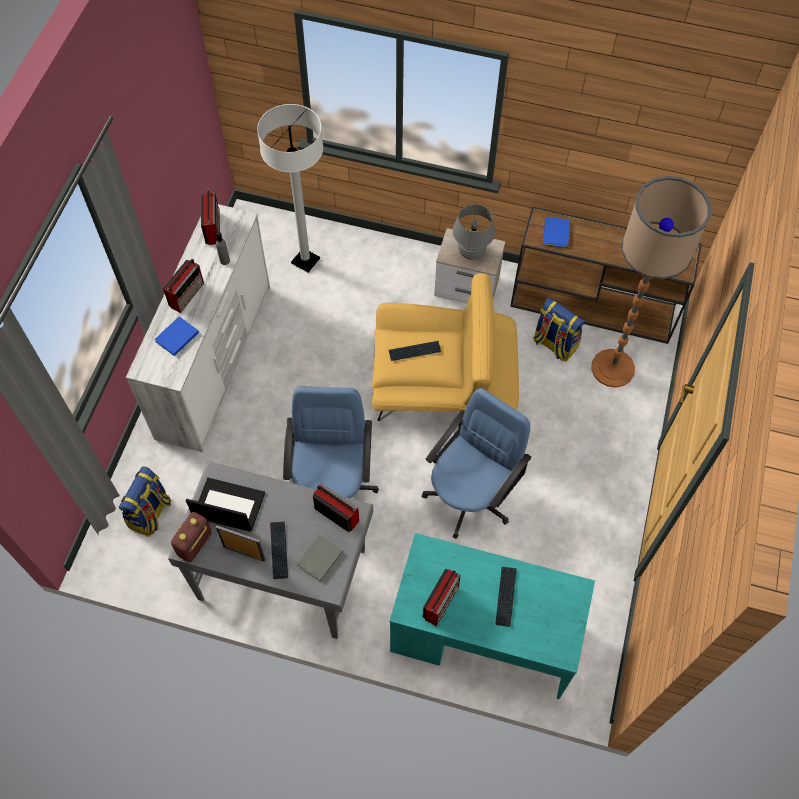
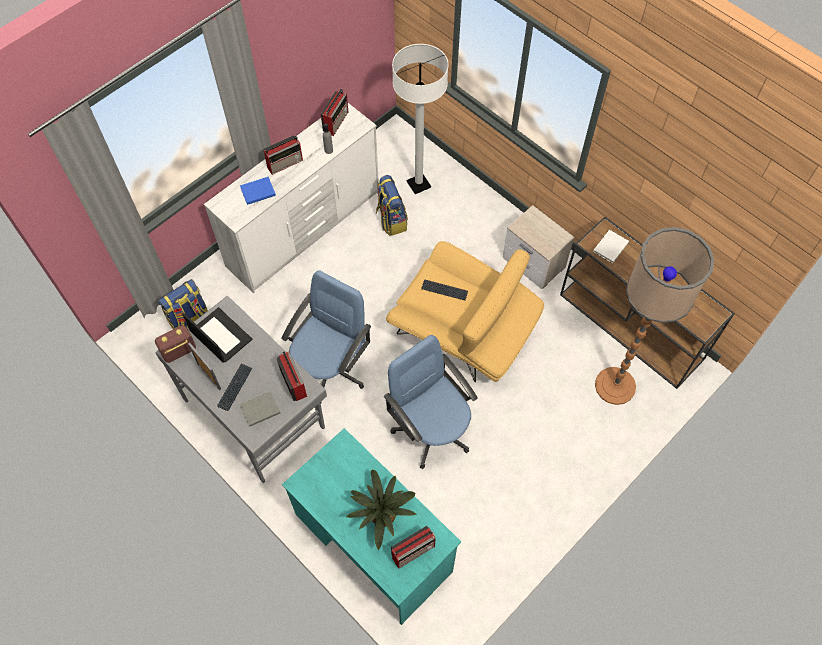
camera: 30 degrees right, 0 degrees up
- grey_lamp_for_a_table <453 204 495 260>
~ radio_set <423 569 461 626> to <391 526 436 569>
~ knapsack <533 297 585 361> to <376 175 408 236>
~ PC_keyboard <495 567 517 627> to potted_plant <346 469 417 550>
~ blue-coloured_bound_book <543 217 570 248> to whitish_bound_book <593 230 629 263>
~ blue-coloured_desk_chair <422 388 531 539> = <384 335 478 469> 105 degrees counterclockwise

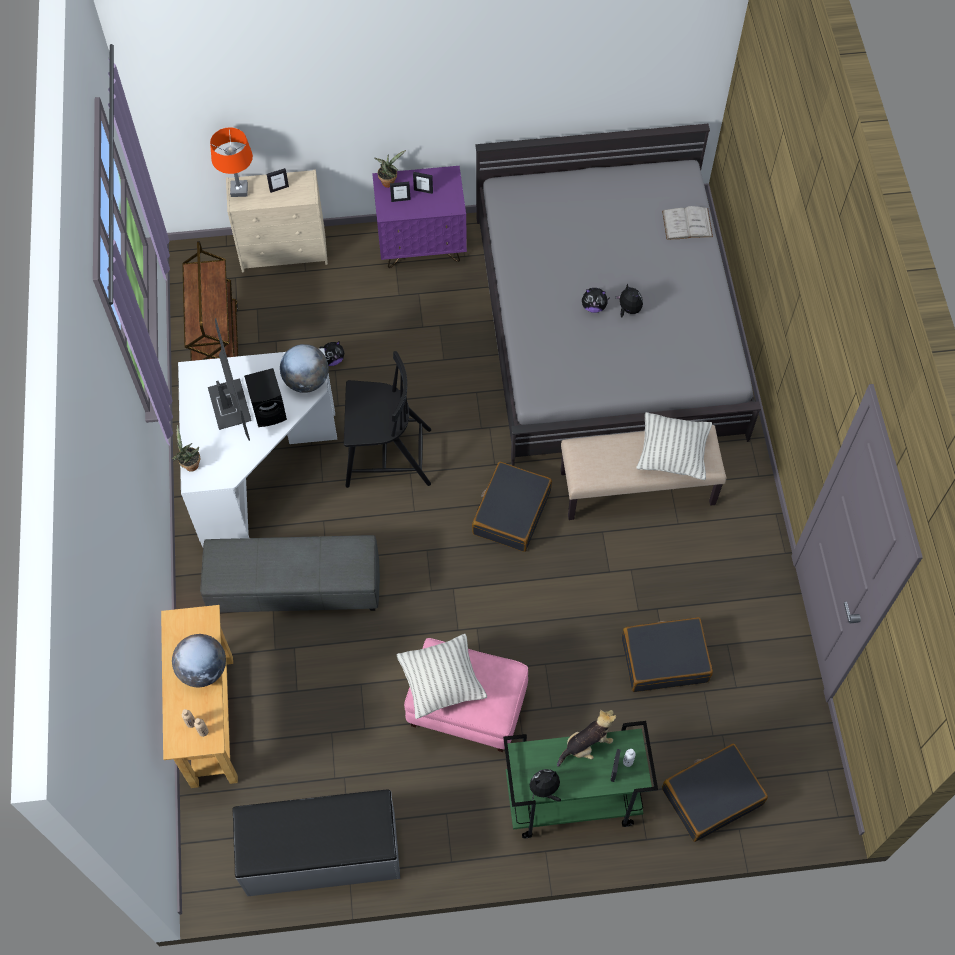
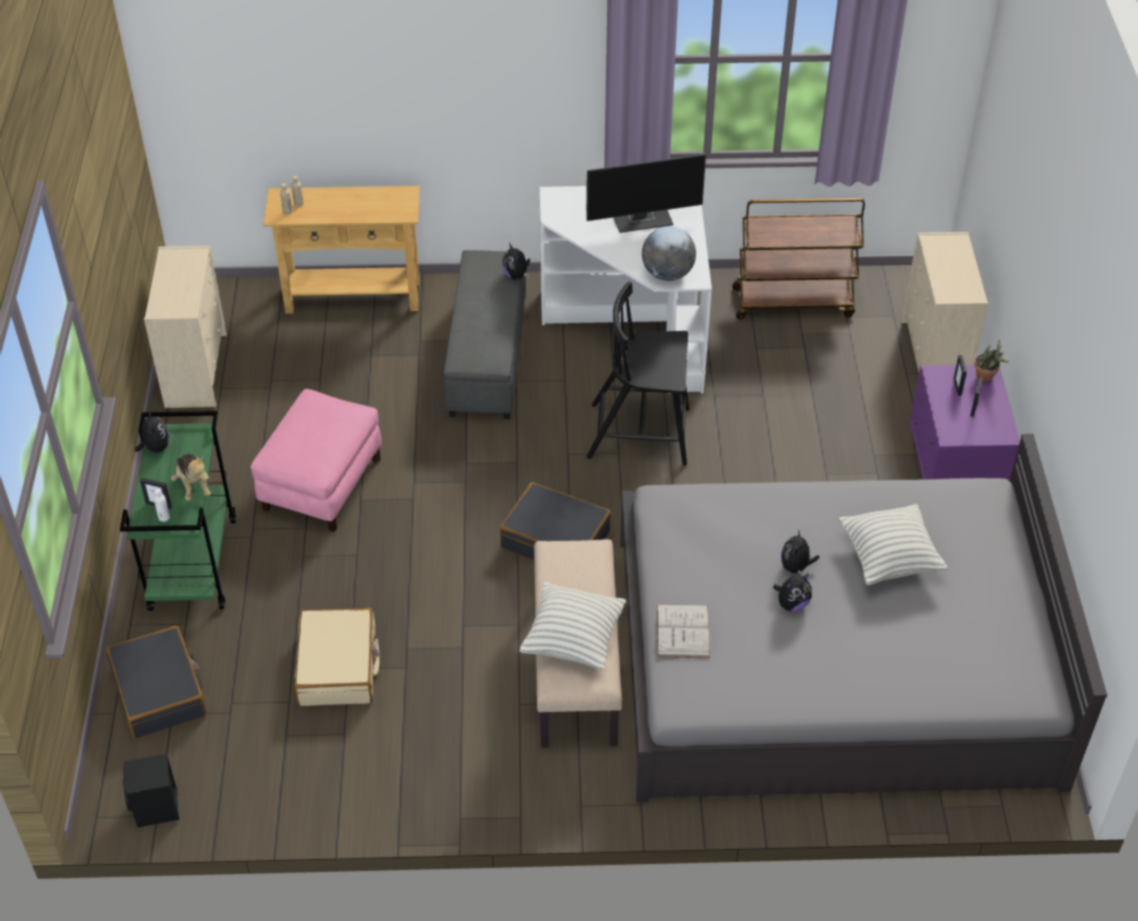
camera: 95 degrees right, 15 degrees down
- potted_plant <171 425 200 472>
- world_globe <172 634 226 687>
- orangey_lamp_for_a_table <210 127 253 197>
- picture_frame <267 168 289 193>
~ black_audio_speaker <244 368 287 427> to <122 754 180 827>
~ plush_toy <320 341 344 366> to <502 243 530 280>
~ throw_pillow <396 634 487 719> to <839 504 948 585>
~ whitish_bound_book <662 206 713 240> to <657 604 710 658>
~ grey_long_seat <232 789 400 896> to sand-coloured_chest_of_drawers <144 246 227 408>
~ black_travel_case <621 617 713 692> to sand-coloured_travel_case <294 608 380 706>
~ black_chair <344 351 431 488> = <586 281 690 465> 90 degrees clockwise

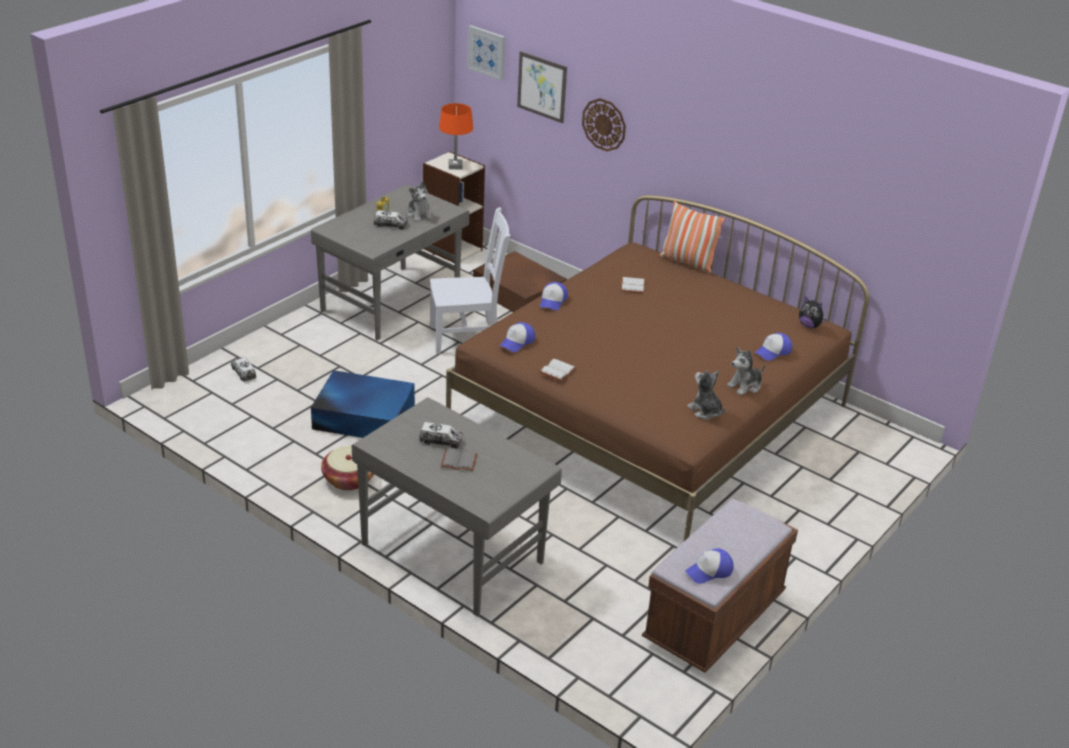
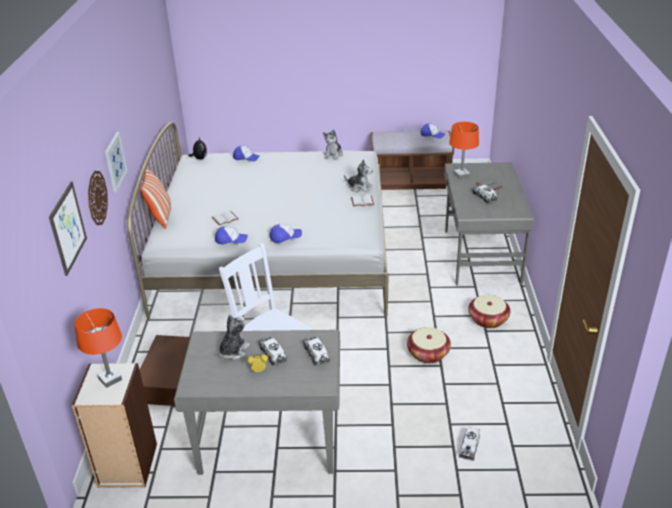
camera: 125 degrees left, 0 degrees up
+ toy_lorry <303 337 330 366>
+ orangey_lamp_for_a_table <449 122 479 179>
~ wall_art <468 25 505 81> to <105 132 128 192>
~ cap <500 322 535 352> to <215 226 248 244>
~ plush_toy <727 347 765 395> to <344 159 373 193>
~ blue-coloured_storage_container <311 370 415 438> to household_basket <407 327 451 363>
~ brown-coloured_bed <446 195 869 541> to whitish_bed <127 122 388 320>

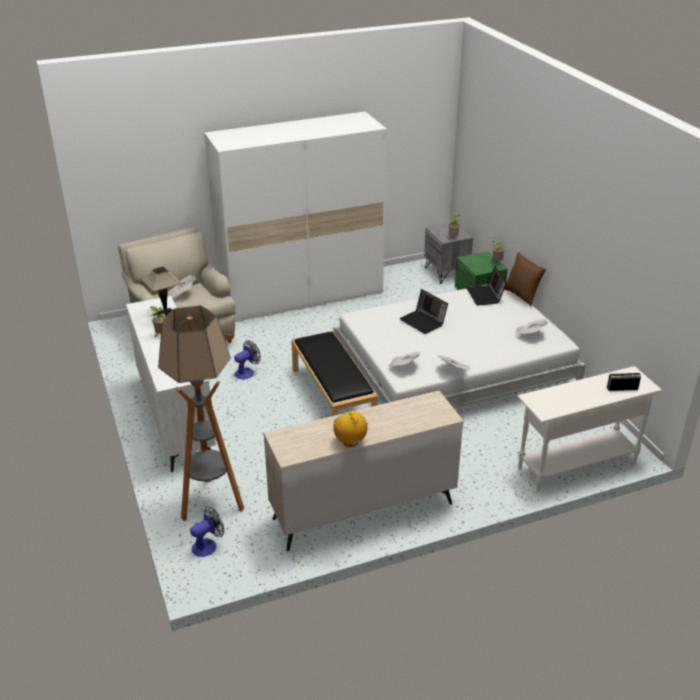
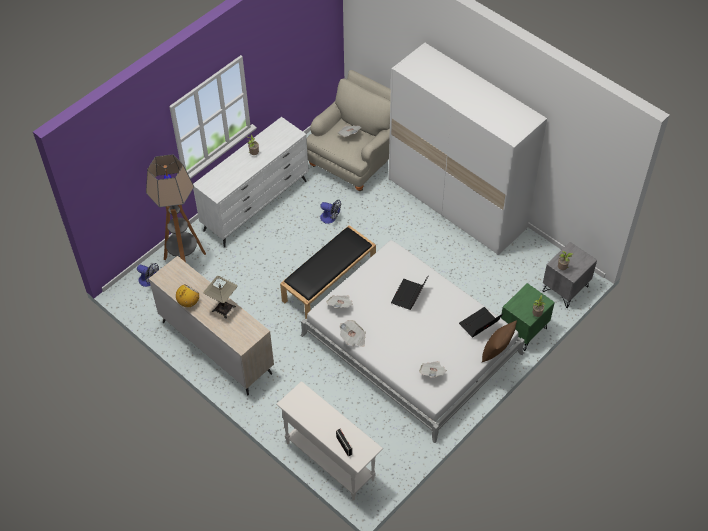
camera: 65 degrees right, 20 degrees up
~ lamp_for_a_table <142 267 181 317> to <203 276 237 319>

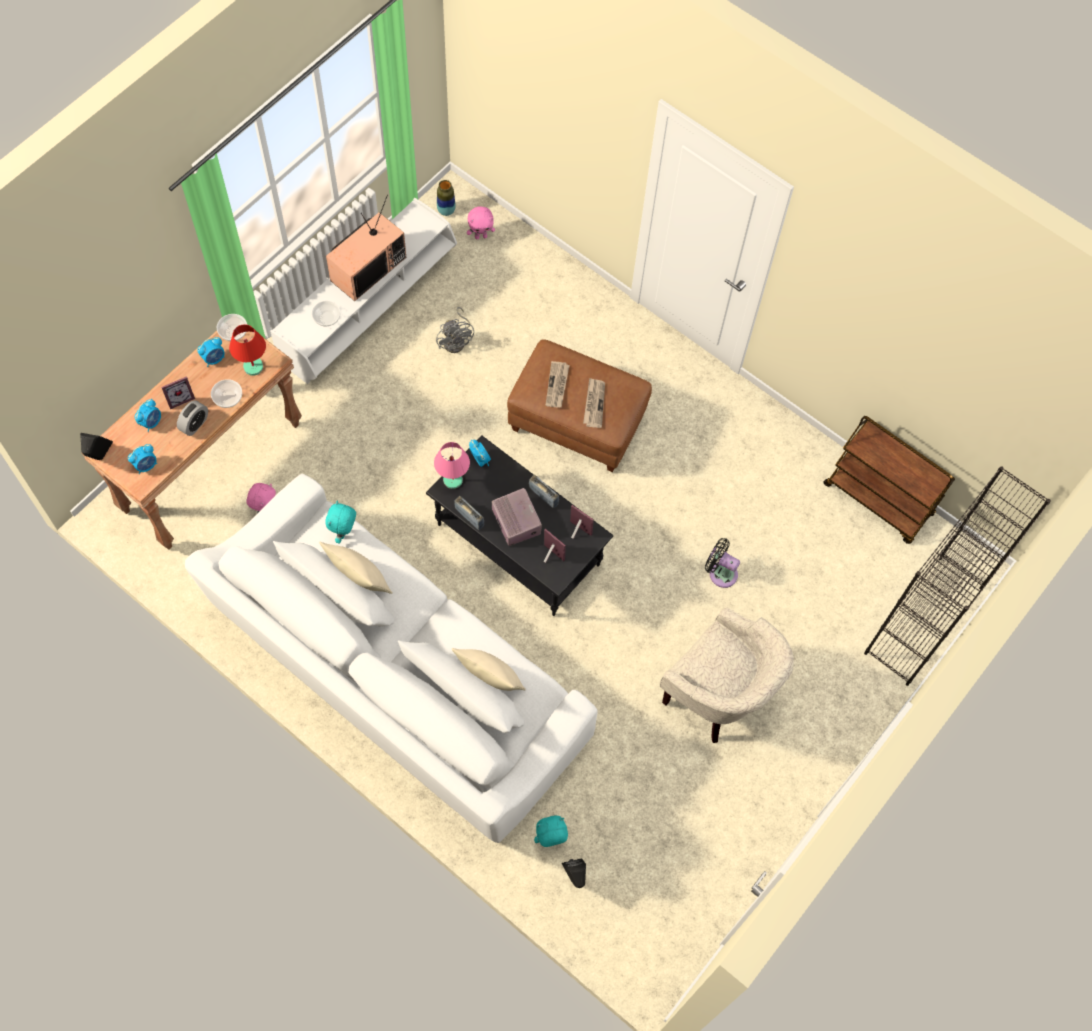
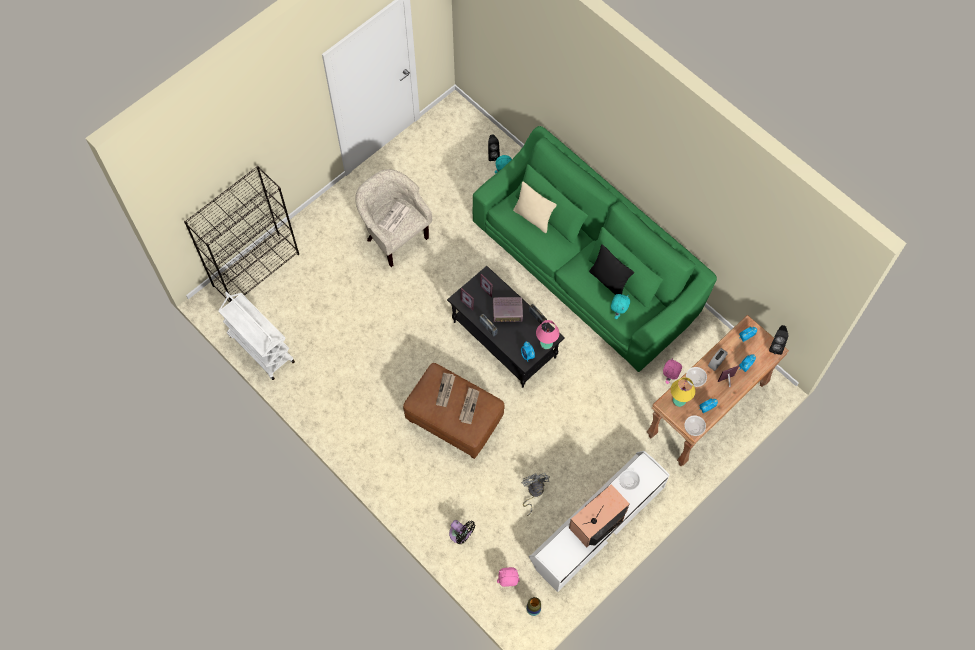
camera: 170 degrees left, 0 degrees up
+ daily_paper <379 201 410 233>
~ black_cooling_fan <705 538 740 588> to <449 520 475 544>
~ whitish_settee <185 474 598 843> to green-coloured_settee <473 126 717 372>
~ reddish_lamp_for_a_table <229 324 266 376> to yellowish_lamp_for_a_table <671 377 696 407>
~ sand-coloured_throw_pillow <319 542 393 594> to black_throw_pillow <589 244 634 295>
~ brown-coloured_trolley <824 416 955 544> to whitish_trolley <218 292 295 380>
~ radio_set <492 488 542 546> = <493 297 523 322> 75 degrees counterclockwise

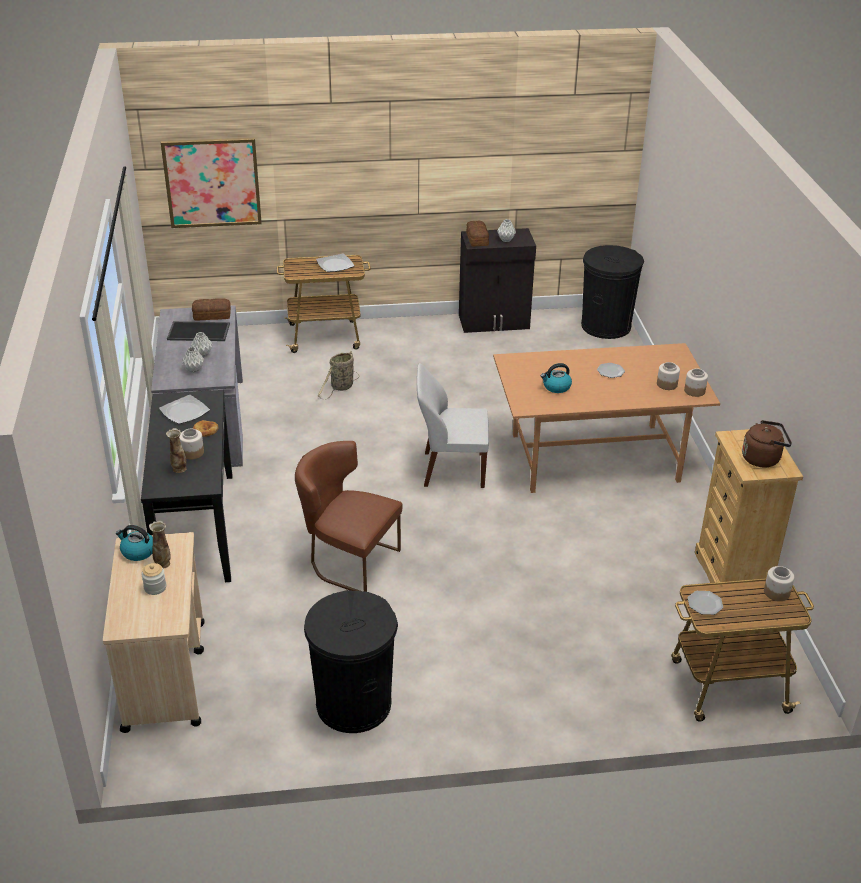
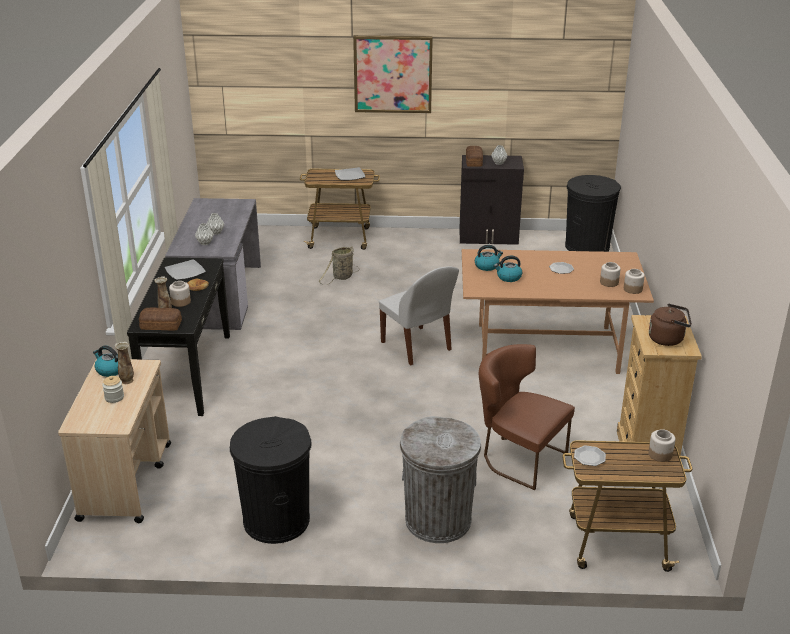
camera: 10 degrees right, 5 degrees down
- carrying_tray <167 321 230 341>
+ grey_rubbish_bin <400 416 481 543>
+ kettle <475 245 503 271>
~ wall_art <161 138 262 228> to <353 35 433 113>
~ bread <192 298 231 321> to <139 308 182 330>
~ brown-coloured_chair <295 441 403 592> to <479 344 575 490>
~ whitish_chair <417 363 489 488> = <379 266 459 365> 135 degrees counterclockwise

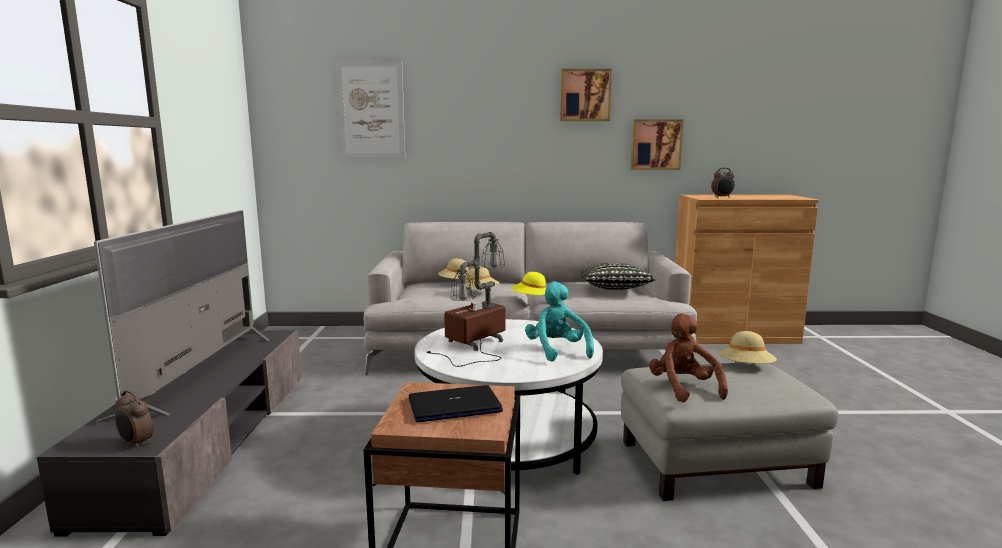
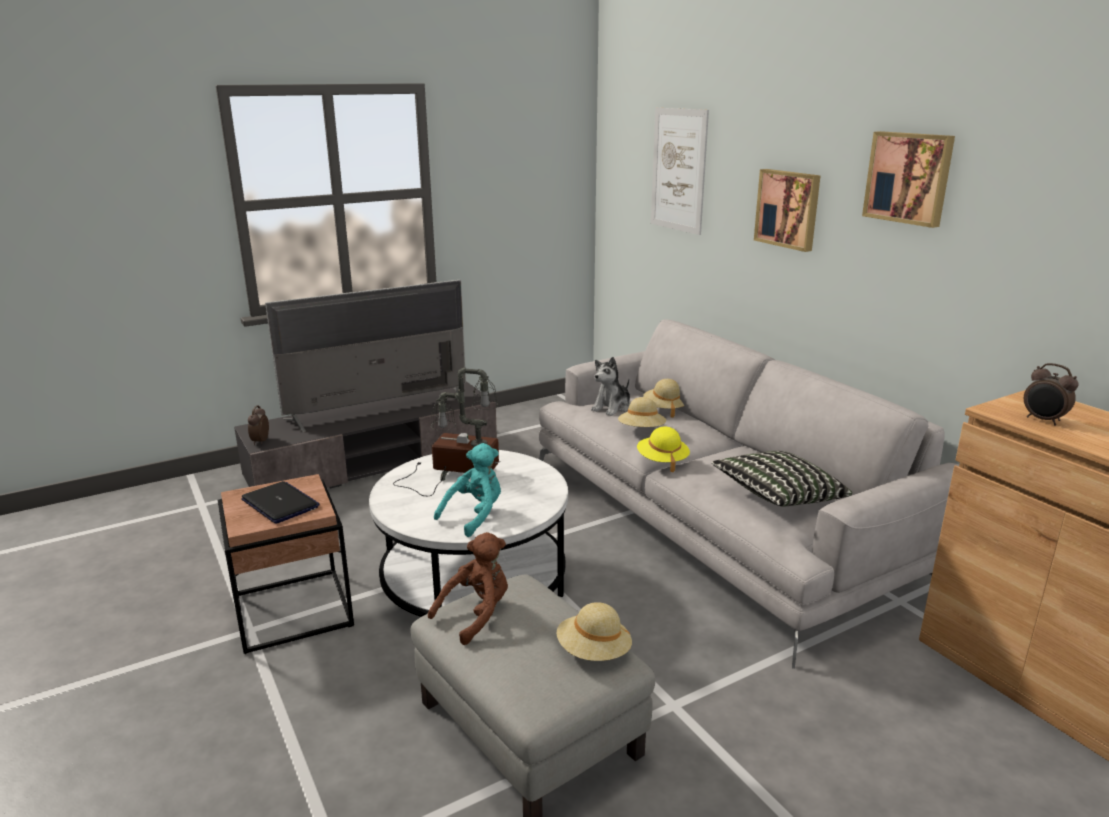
camera: 60 degrees right, 10 degrees up
+ plush_toy <591 357 630 416>
~ wall_art <631 120 684 170> to <754 169 821 252>

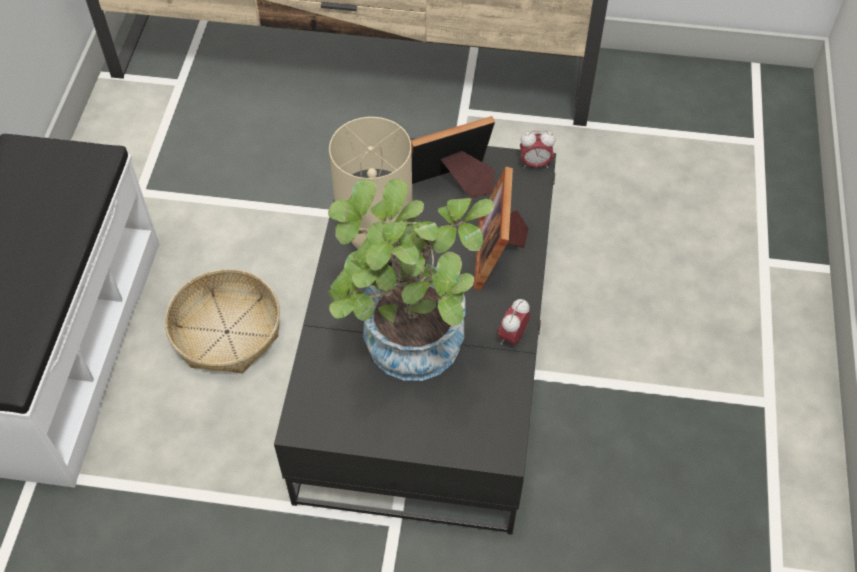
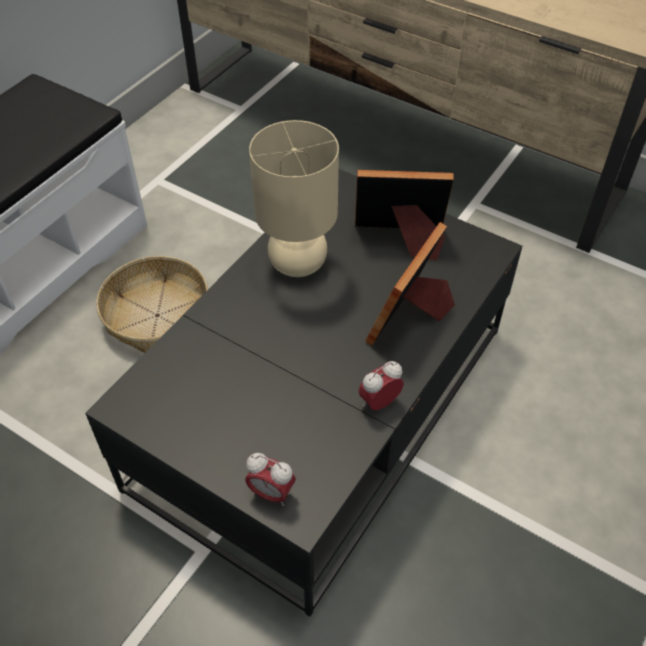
camera: 25 degrees right, 5 degrees down
- potted_plant <327 178 494 381>
~ bedside_clock <520 130 556 169> to <245 453 296 506>

